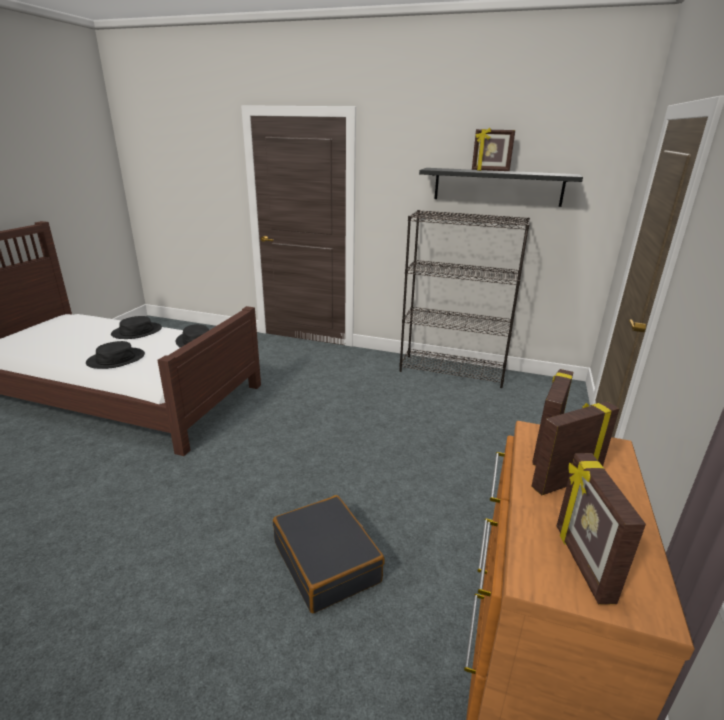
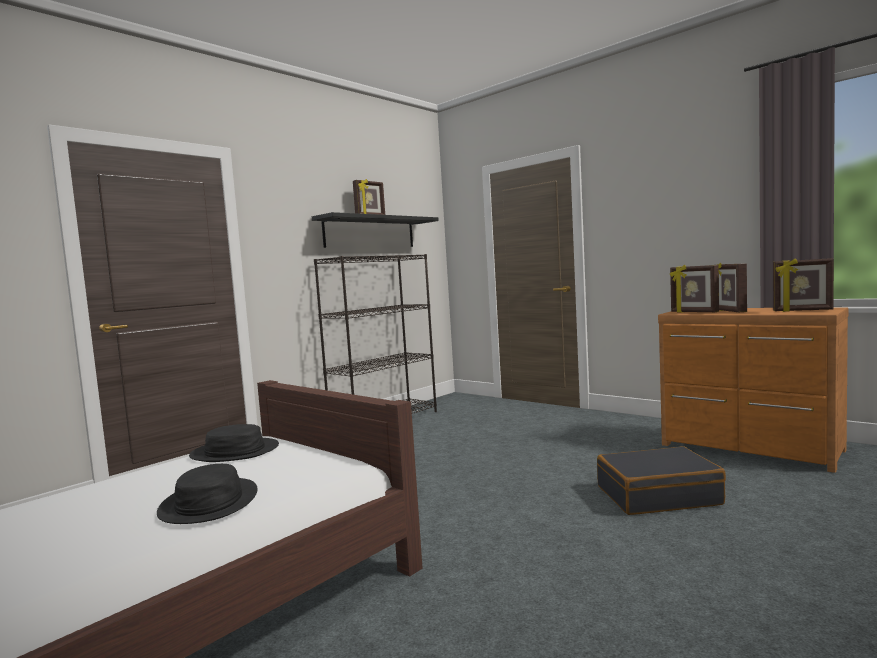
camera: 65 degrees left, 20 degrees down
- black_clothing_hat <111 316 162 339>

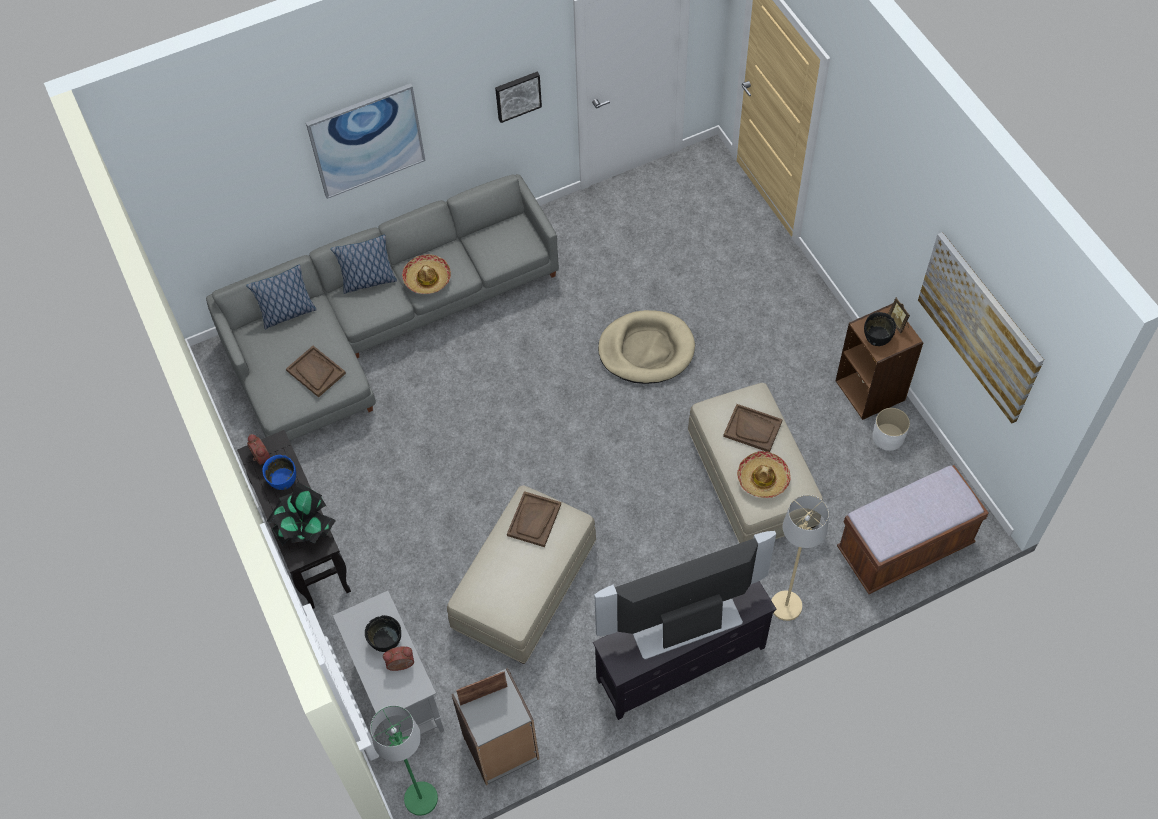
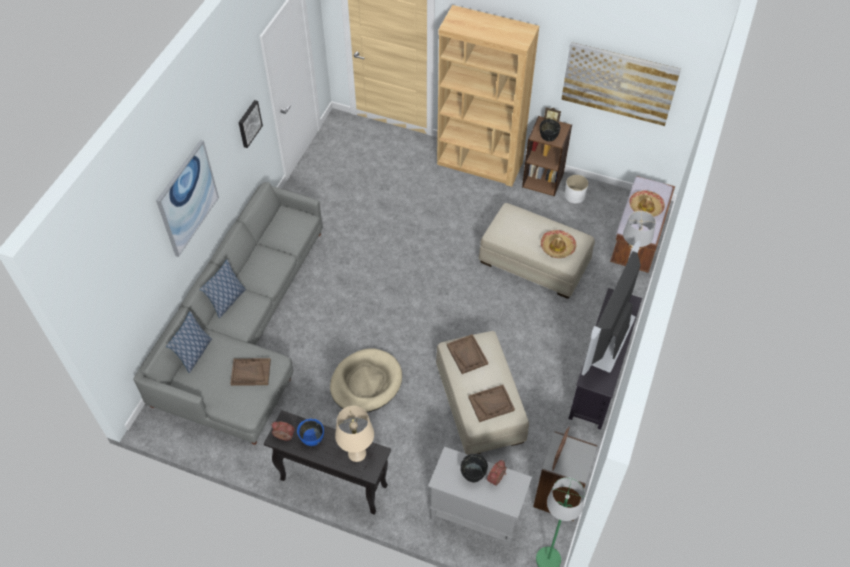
camera: 45 degrees left, 5 degrees down
+ brown-coloured_shelving_unit <437 5 539 187>
~ clothing_hat <402 254 451 294> to <629 190 665 217>
~ sand-coloured_dog_bed <598 310 695 384> to <330 348 402 412>
~ brown-coloured_carrying_tray <723 404 783 452> to <468 385 515 422>
~ potted_plant <266 482 336 545> to sand-coloured_lamp_for_a_table <335 406 374 462>

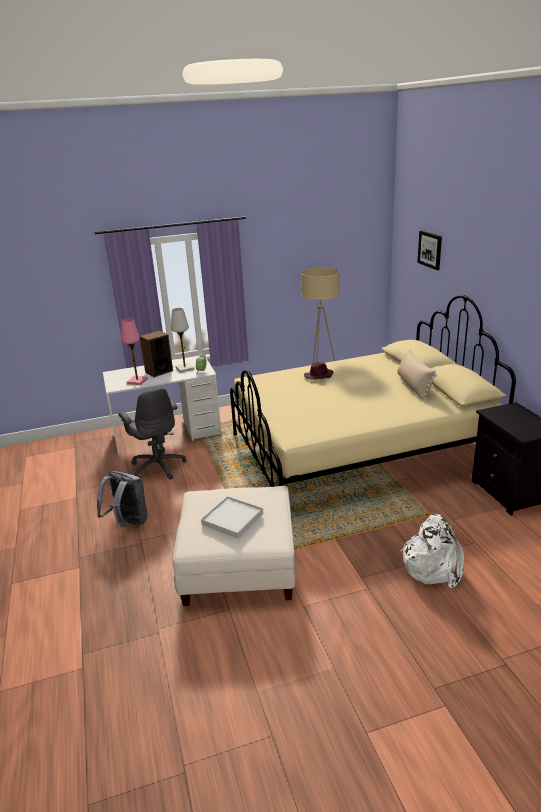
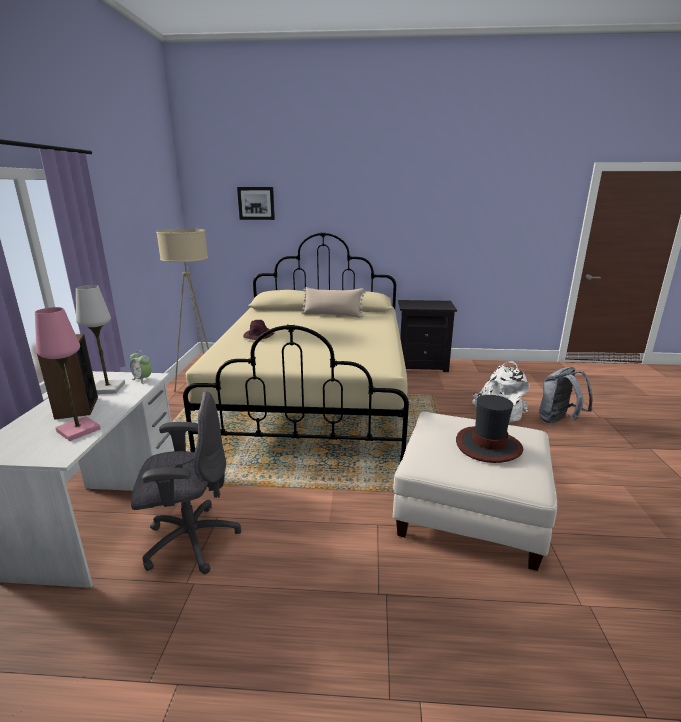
camera: 70 degrees left, 5 degrees down
~ grey_knapsack <97 471 148 528> to <539 367 593 423>
~ whitish_carrying_tray <201 496 263 539> to clothing_hat <456 395 523 463>

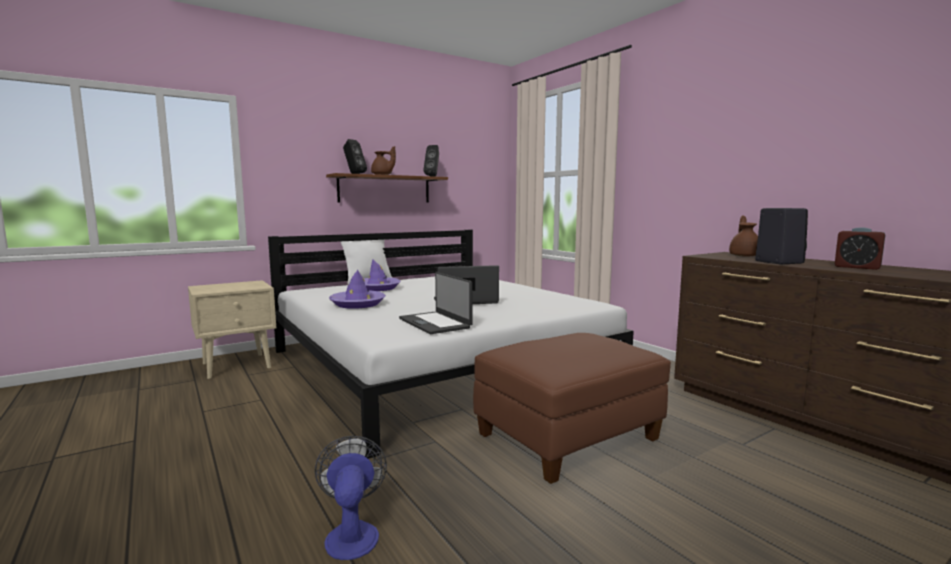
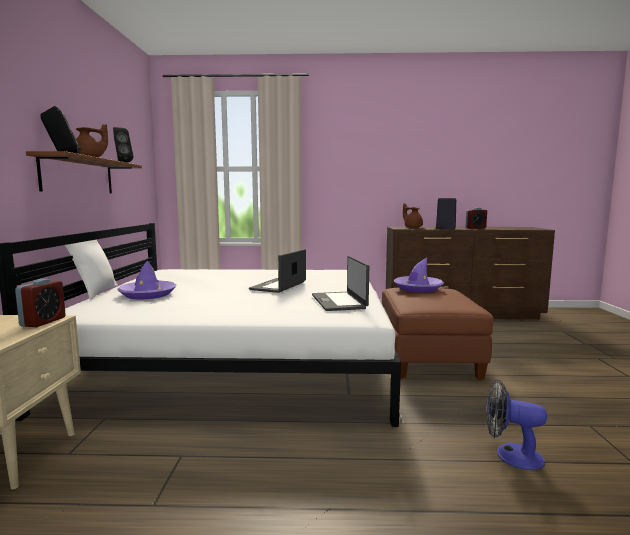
camera: 55 degrees left, 0 degrees up
+ bedside_clock <15 279 66 327>
~ purple_clothing_hat <329 270 386 309> to <394 258 444 292>
~ notebook_computer <399 272 472 334> = <312 256 369 311> 75 degrees clockwise

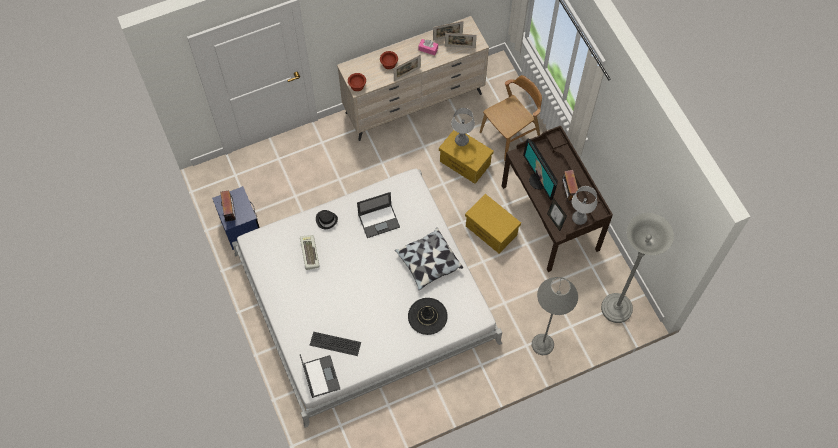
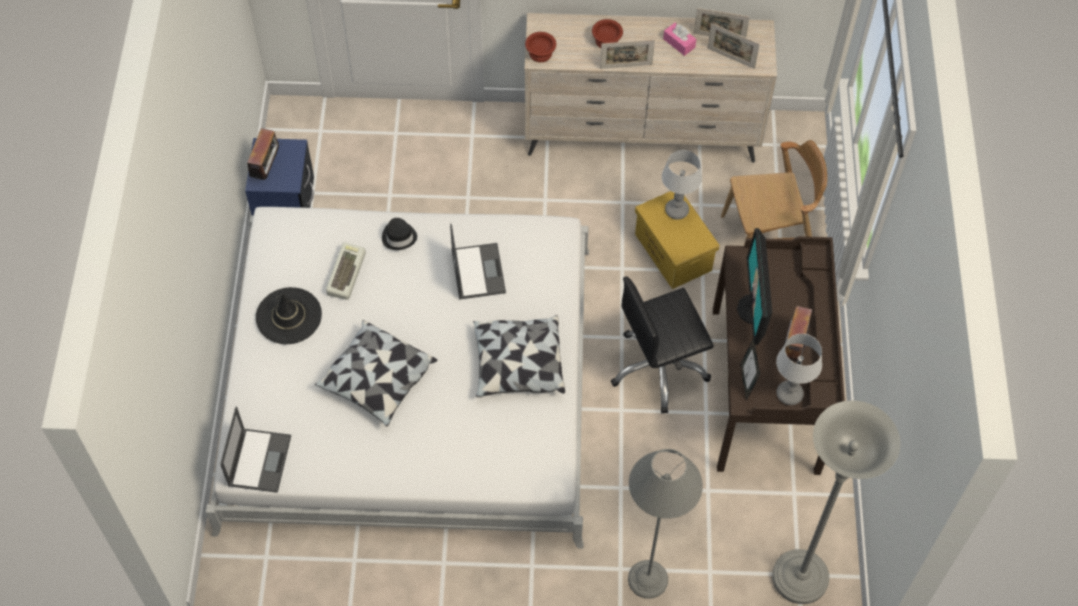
camera: 25 degrees right, 5 degrees down
- PC_keyboard <310 332 361 356>
+ throw_pillow <315 320 437 426>
~ black_clothing_hat <408 298 448 335> to <256 287 322 344>
~ yellowish_storage_container <465 194 521 253> to black_desk_chair <611 276 714 413>
~ notebook_computer <357 192 400 238> = <450 223 506 300> 105 degrees counterclockwise

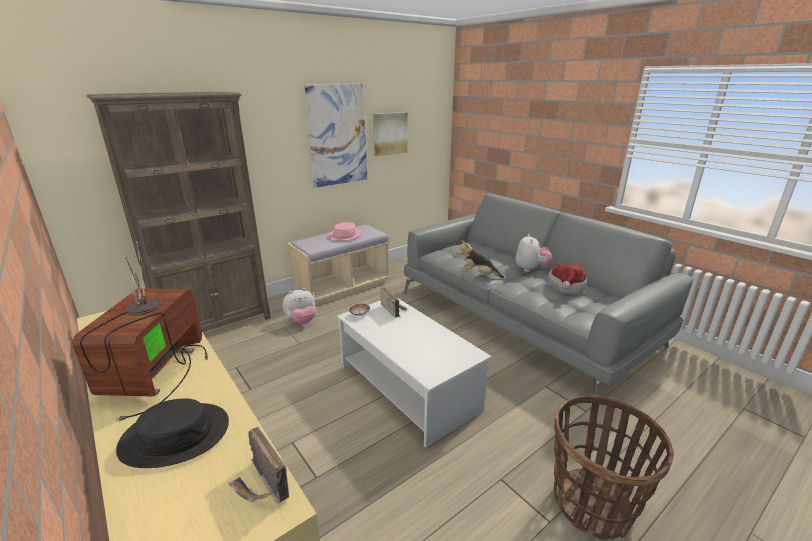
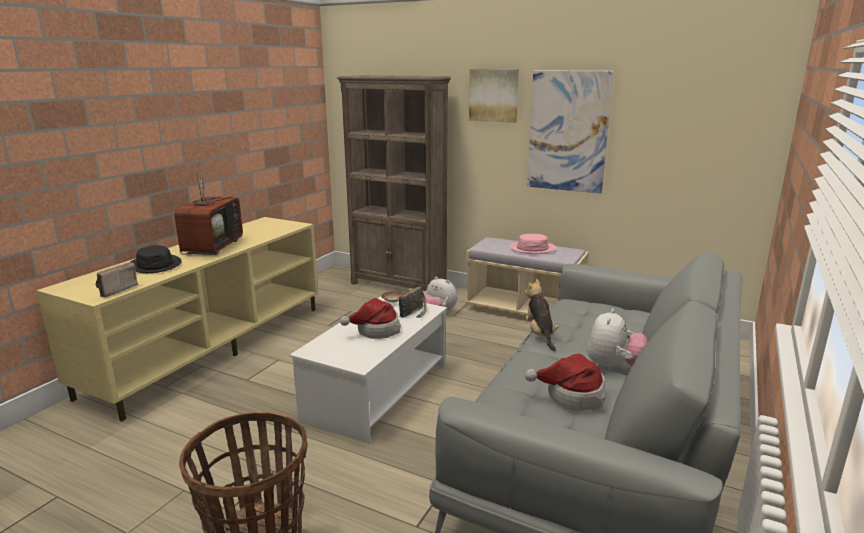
camera: 65 degrees right, 5 degrees down
+ clothing_hat <340 298 401 339>
~ wall_art <373 112 408 156> to <469 69 519 123>
~ TV <72 241 208 421> = <174 161 243 255> 120 degrees clockwise
~ plush_toy <515 234 552 272> = <587 309 647 371> 45 degrees counterclockwise

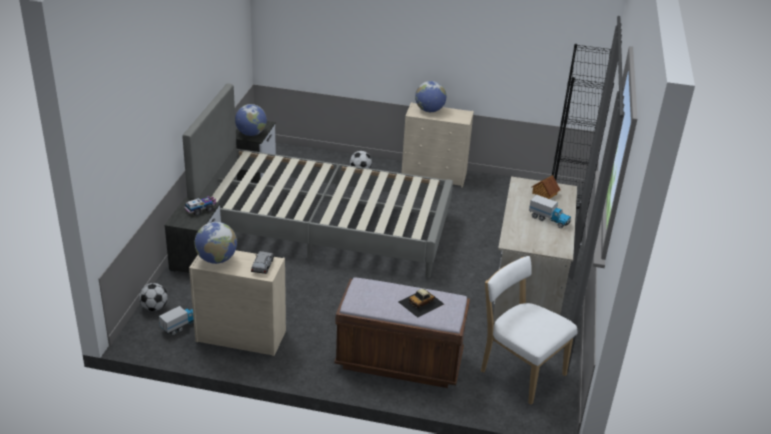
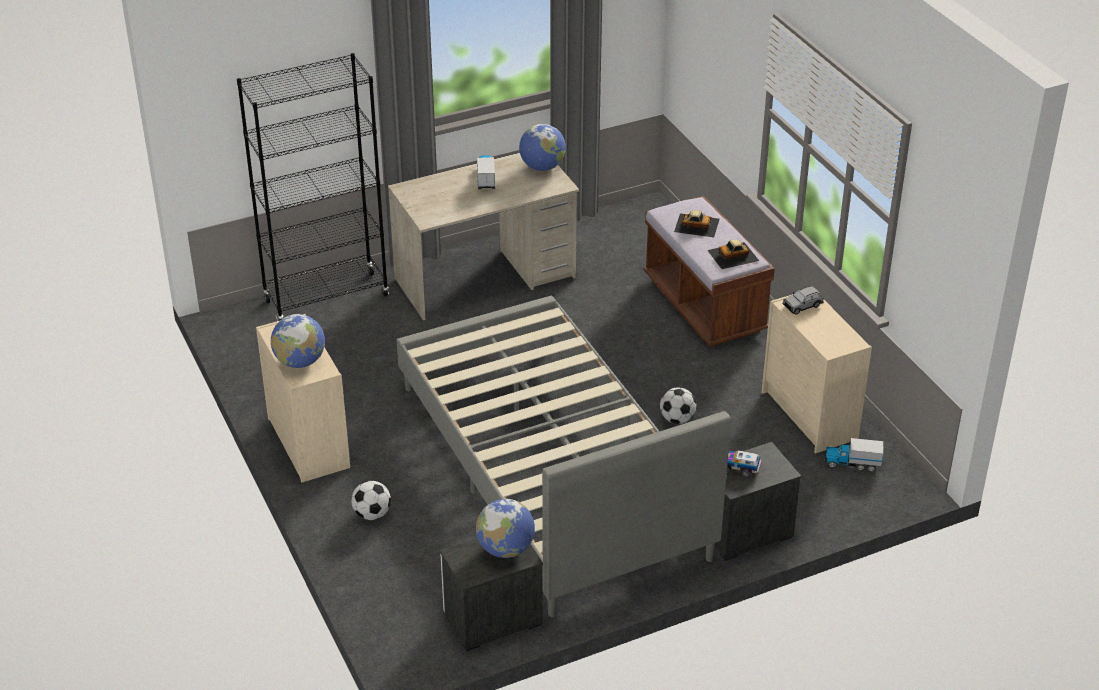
camera: 125 degrees left, 5 degrees up
- whitish_chair <481 256 578 405>
- model_house <531 175 561 199>
+ toy_car <707 239 759 269>
~ football_ball <139 283 168 311> to <660 387 697 424>
~ world_globe <194 222 237 264> to <519 124 566 171>

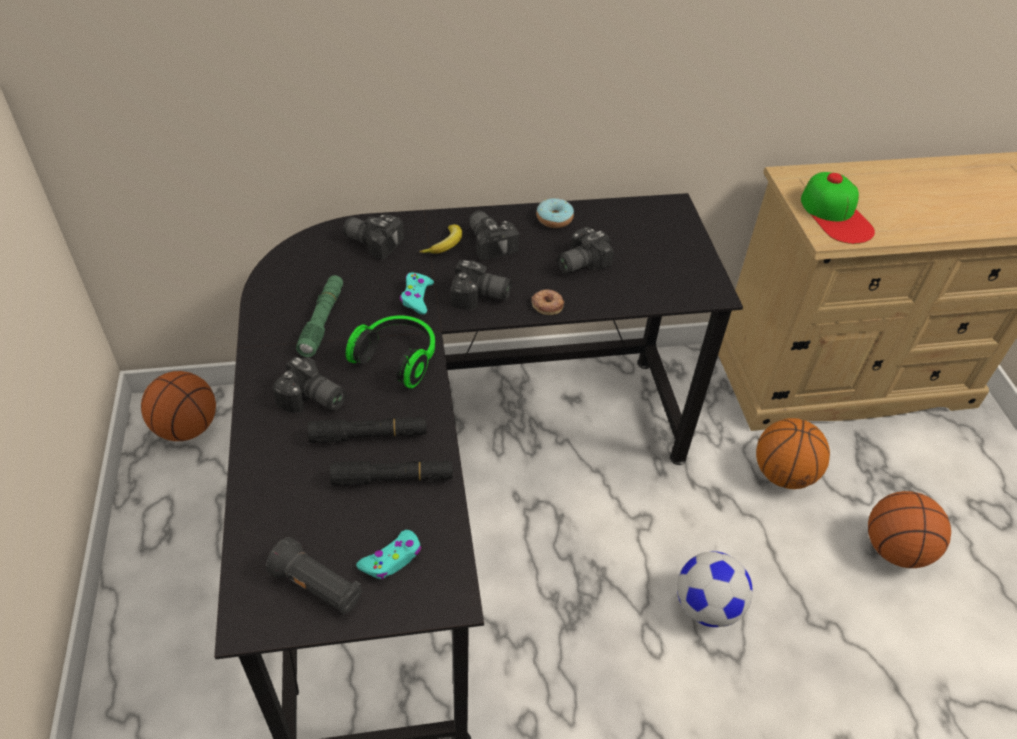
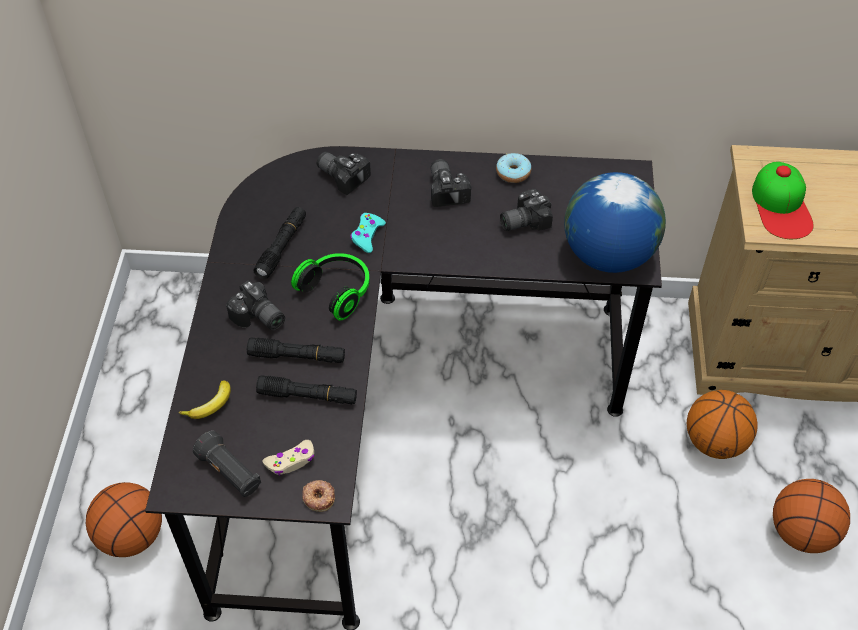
camera: 15 degrees right, 5 degrees up
- photo_camera <451 260 512 310>
- football_ball <677 551 753 627>
+ world_globe <564 172 666 273>
~ ball_for_basketball <141 371 216 441> to <86 482 162 557>
~ banana_fruit <419 225 462 254> to <179 380 231 419>
~ doughnut <532 290 564 315> to <302 480 335 512>
~ green-coloured_flashlight <296 275 343 357> to black_flashlight <254 207 306 279>
~ turquoise-coloured_joypad <356 530 421 579> to sand-coloured_joypad <262 440 314 476>

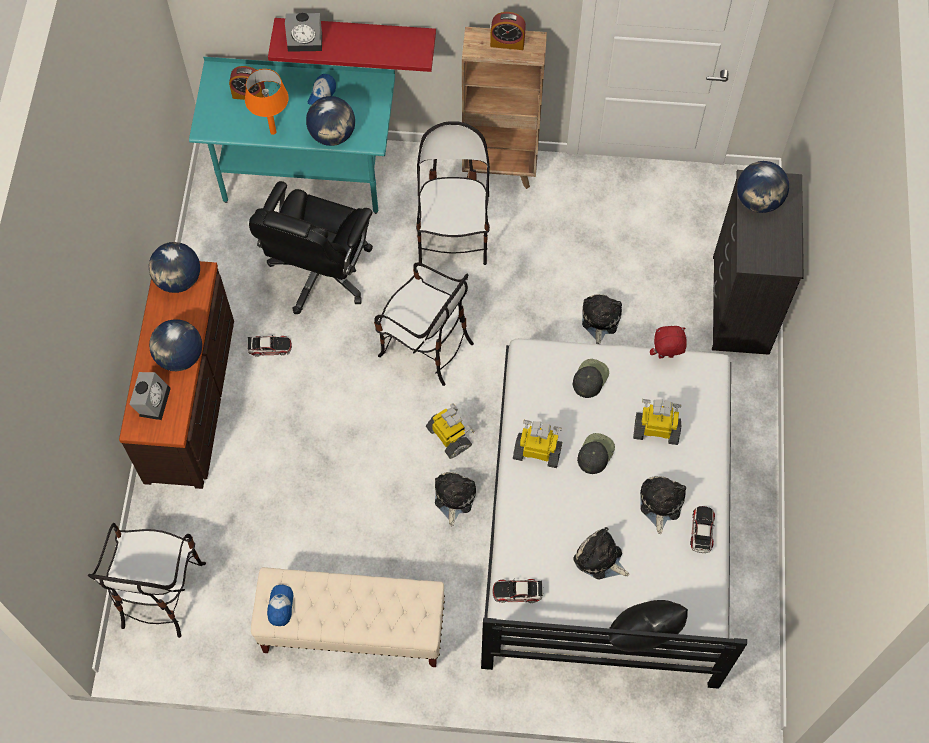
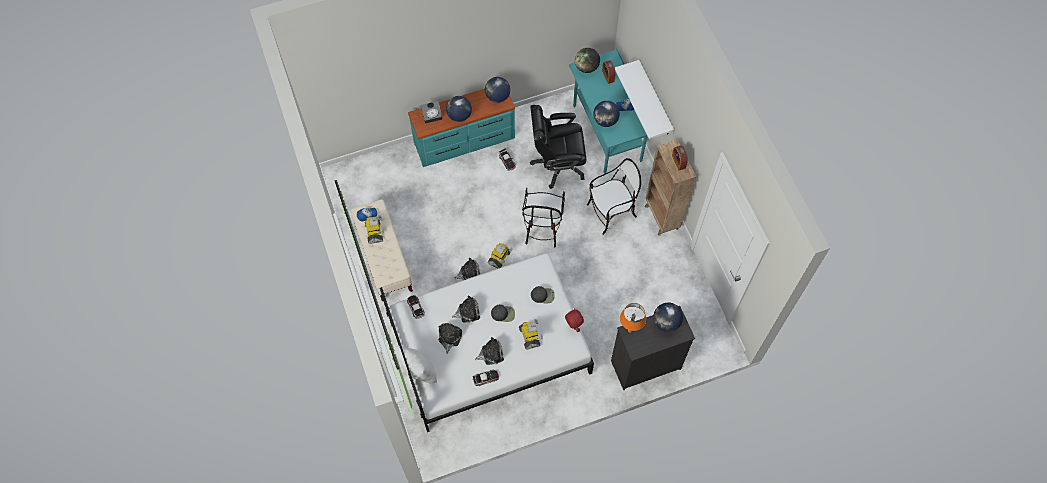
camera: 65 degrees right, 0 degrees up
- chair <88 523 206 638>
- bedside_clock <285 13 322 52>
+ world_globe <575 48 600 73>
~ orangey_lamp_for_a_table <245 69 289 135> to <620 303 646 333>
~ robot_figure <513 420 562 468> to <365 215 384 244>
~ plush_toy <582 294 622 344> to <452 295 480 323>
~ brown-coloured_chest_of_drawers <119 261 234 489> to turquoise-coloured_chest_of_drawers <408 89 515 167>
~ reddish_shelf <268 18 436 72> to whitish_shelf <615 60 674 139>
~ black_throw_pillow <609 600 688 652> to whitish_throw_pillow <395 346 437 383>

